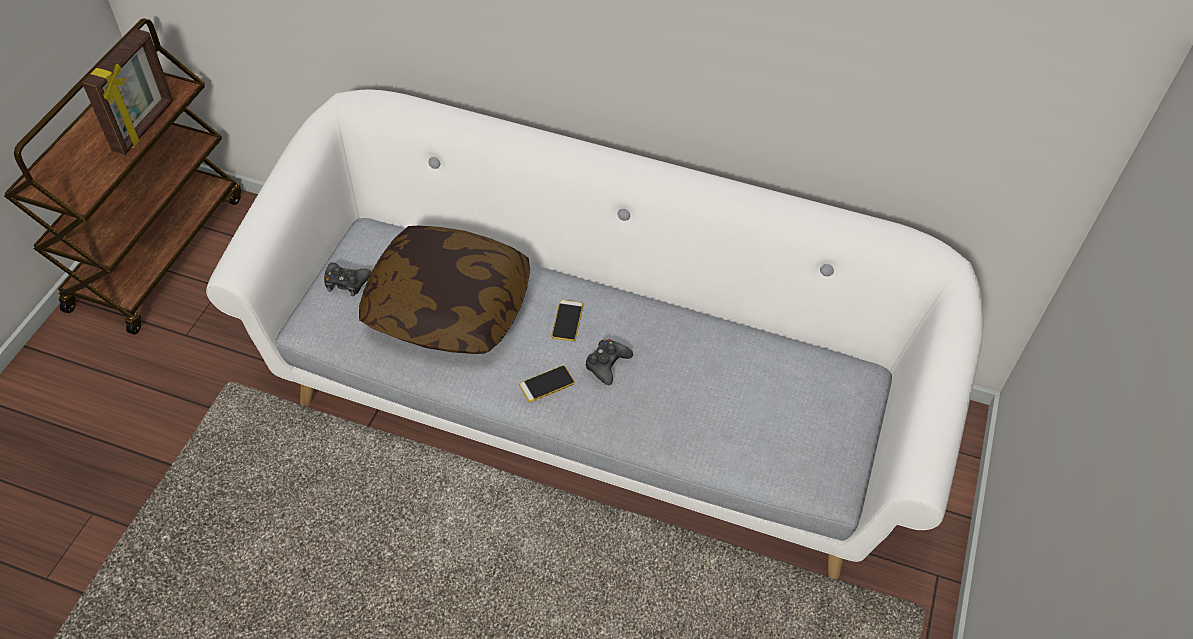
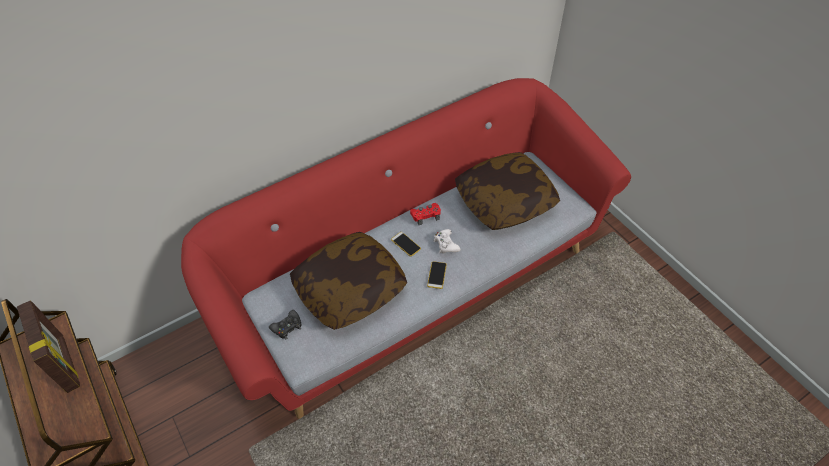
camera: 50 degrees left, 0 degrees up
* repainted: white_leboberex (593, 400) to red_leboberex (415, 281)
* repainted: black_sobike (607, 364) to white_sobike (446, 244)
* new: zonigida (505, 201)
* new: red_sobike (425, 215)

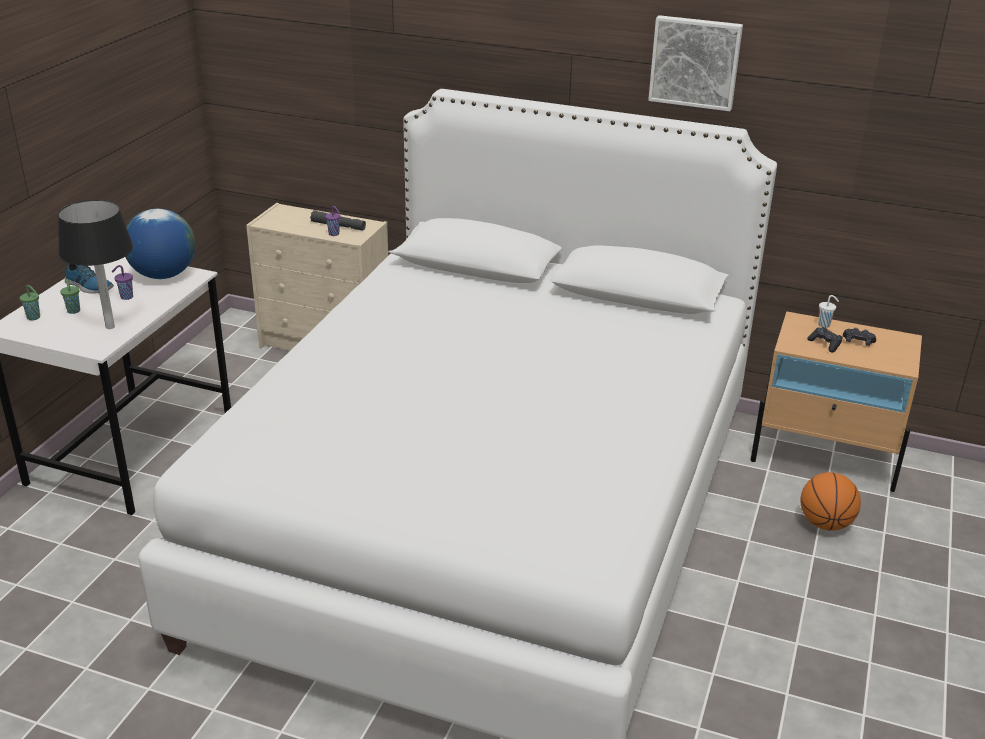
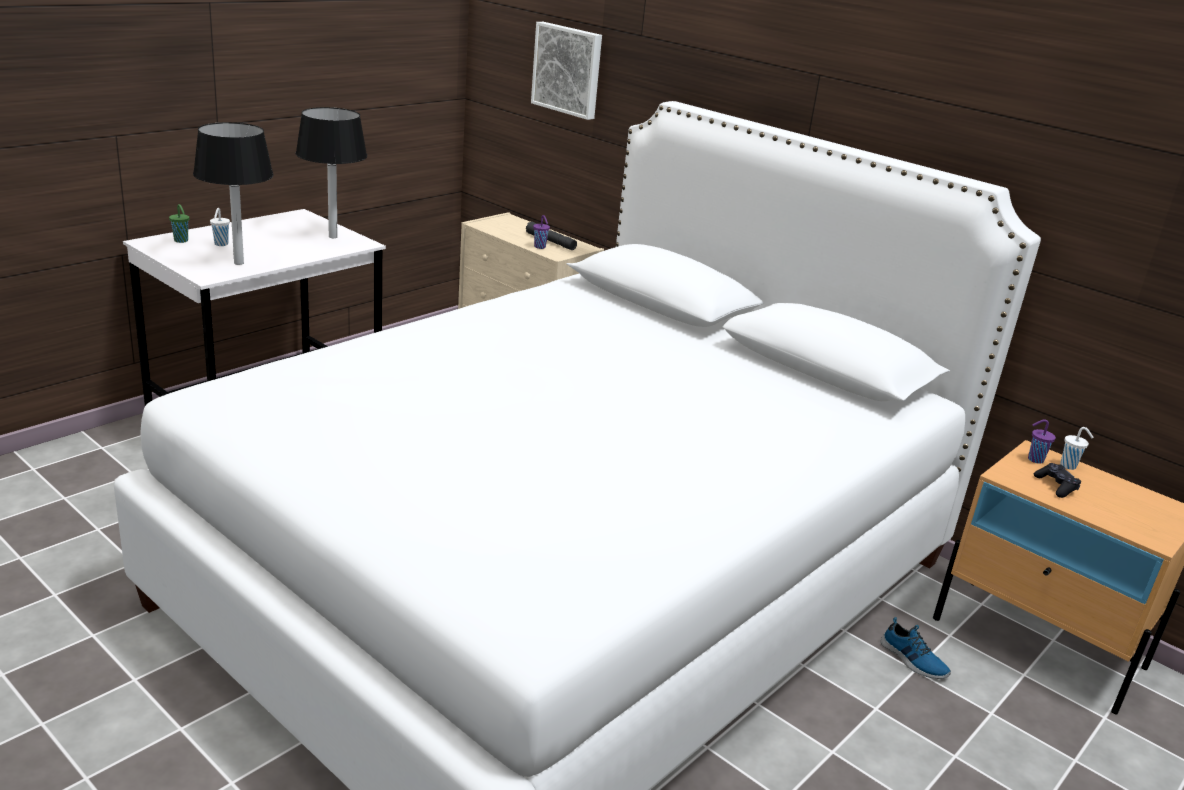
camera: 20 degrees right, 5 degrees down
* shifted: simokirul (695, 62) to (568, 70)
* swapped: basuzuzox (163, 275) to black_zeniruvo (332, 237)
* shifted: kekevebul (88, 286) to (913, 660)
* shifted: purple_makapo (126, 297) to (1034, 459)
* repainted: green_makapo (73, 311) to white_makapo (221, 244)
* gone: black_sobike (858, 342)
* gone: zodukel (825, 523)

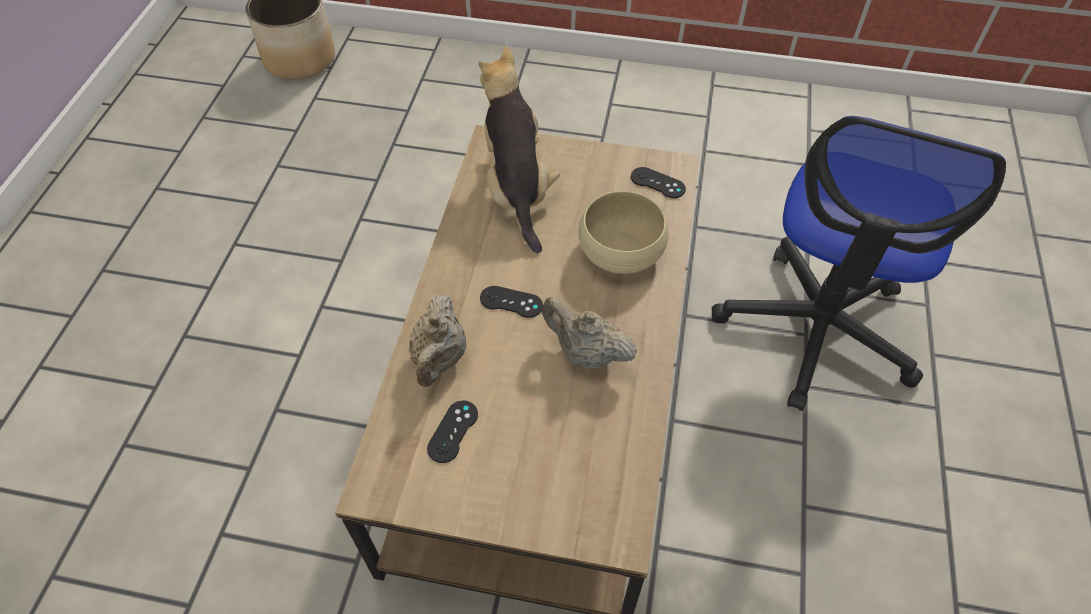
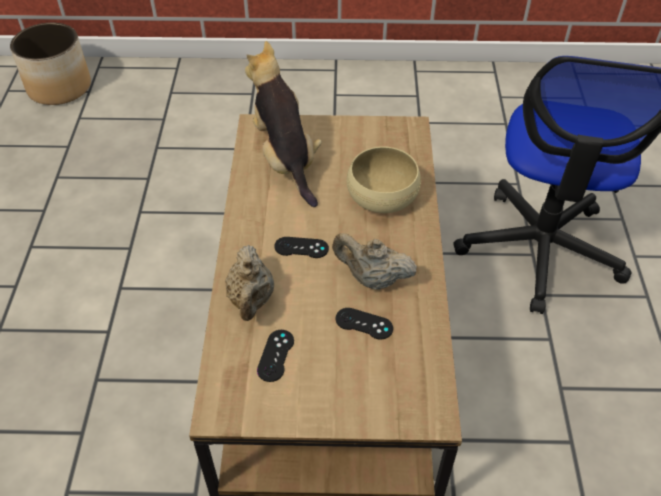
camera: 10 degrees left, 5 degrees down
* shifted: black_sobike (657, 183) to (364, 324)

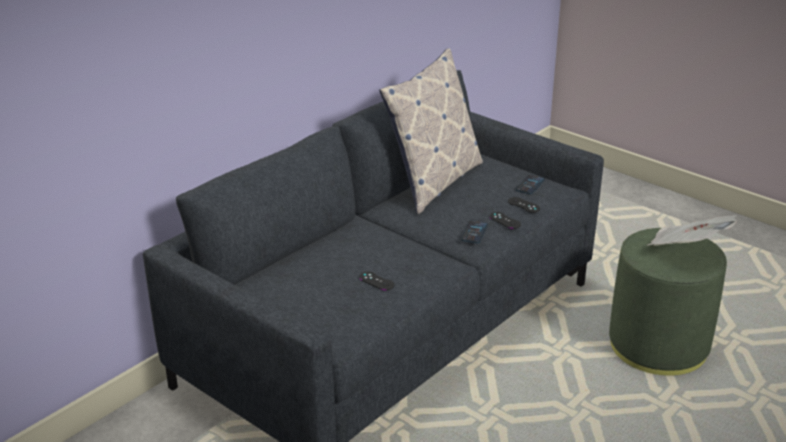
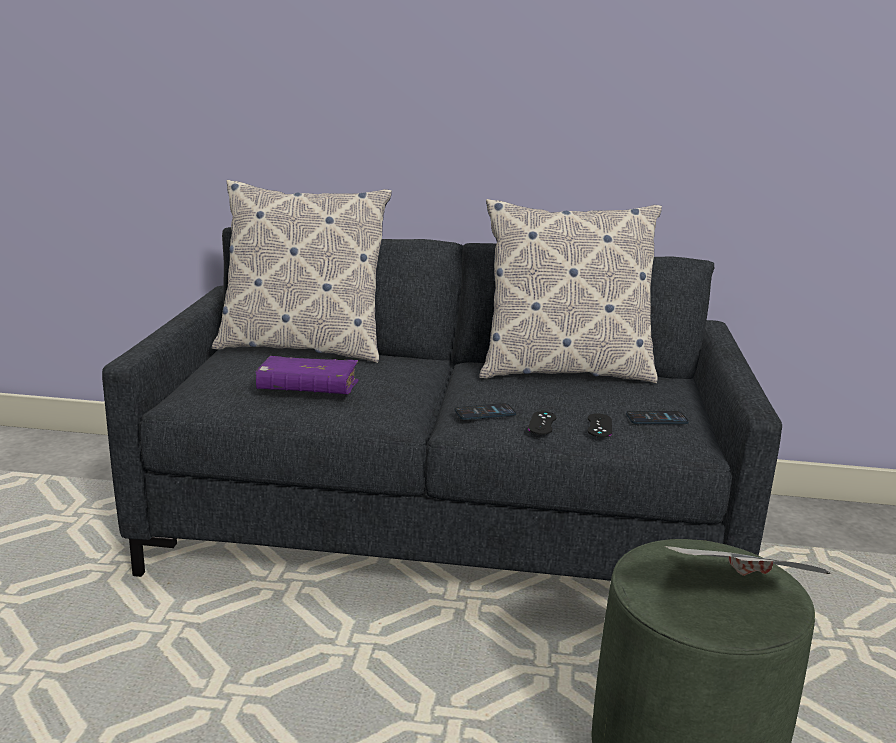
camera: 55 degrees right, 10 degrees down
* swapped: black_sobike (376, 281) to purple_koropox (307, 389)
* new: zonigida (302, 347)

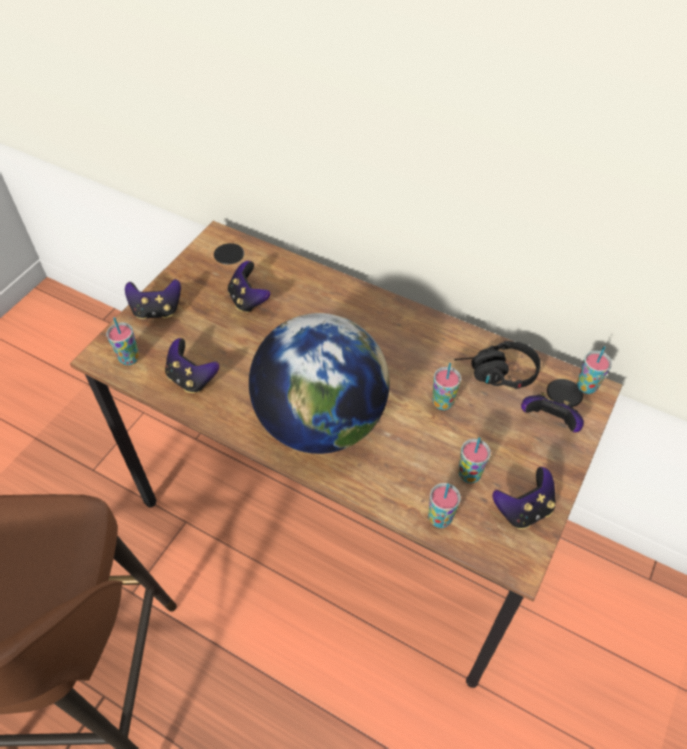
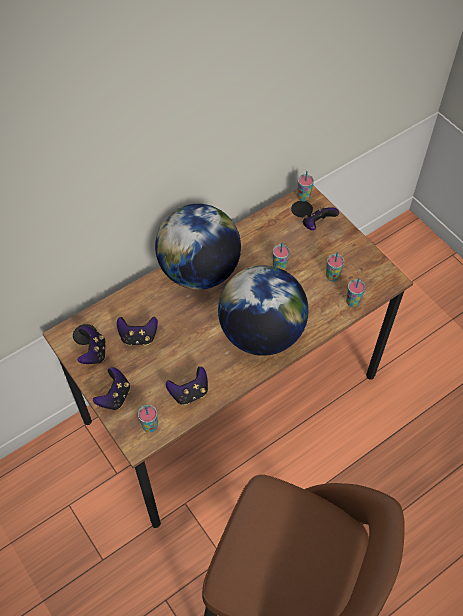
camera: 65 degrees left, 5 degrees up
* gone: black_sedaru (495, 374)
* shifted: sobike (523, 509) to (93, 353)
* new: basuzuzox (199, 271)

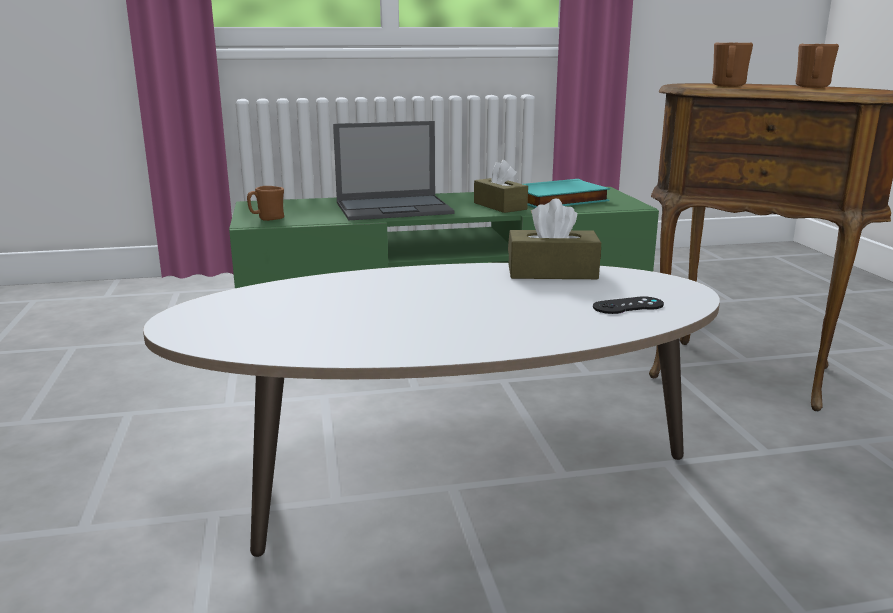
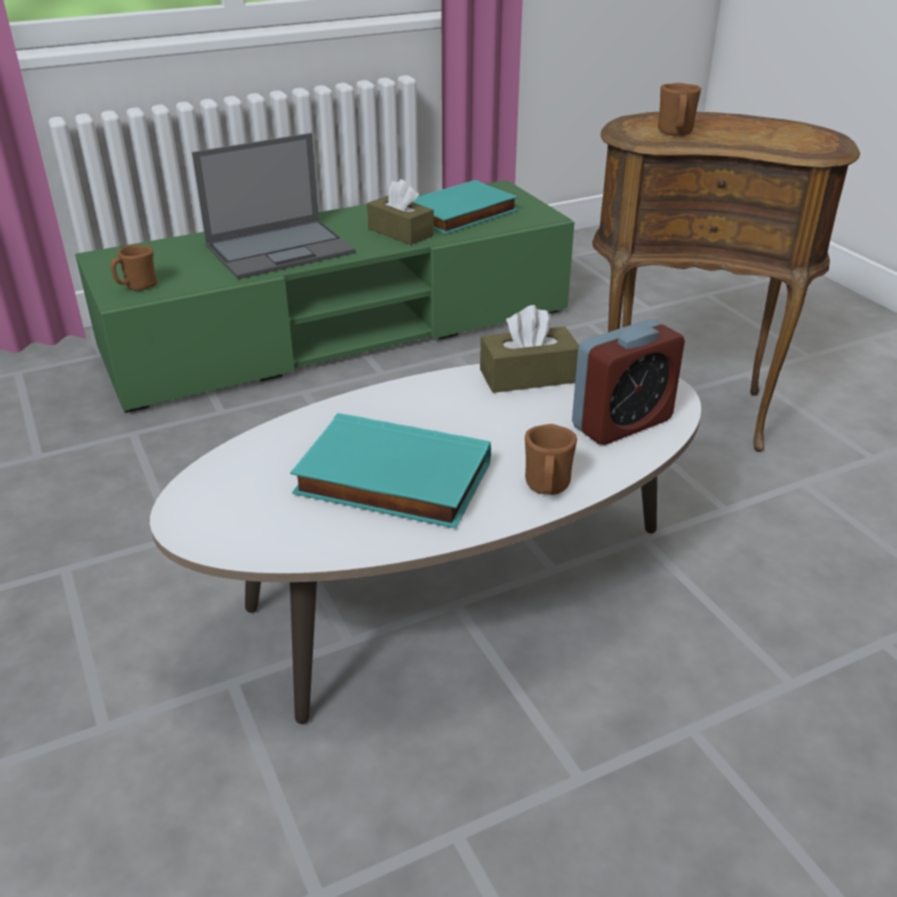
camera: 15 degrees left, 15 degrees up
* shifted: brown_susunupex (812, 87) to (547, 488)
* swapped: black_sobike (628, 306) to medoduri (622, 423)
* new: turquoise_koropox (390, 481)

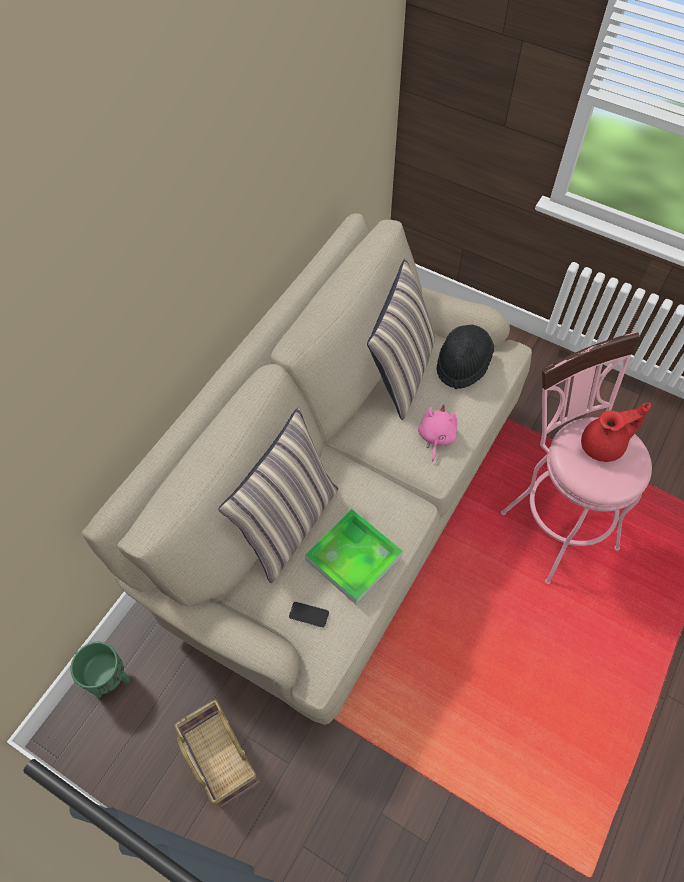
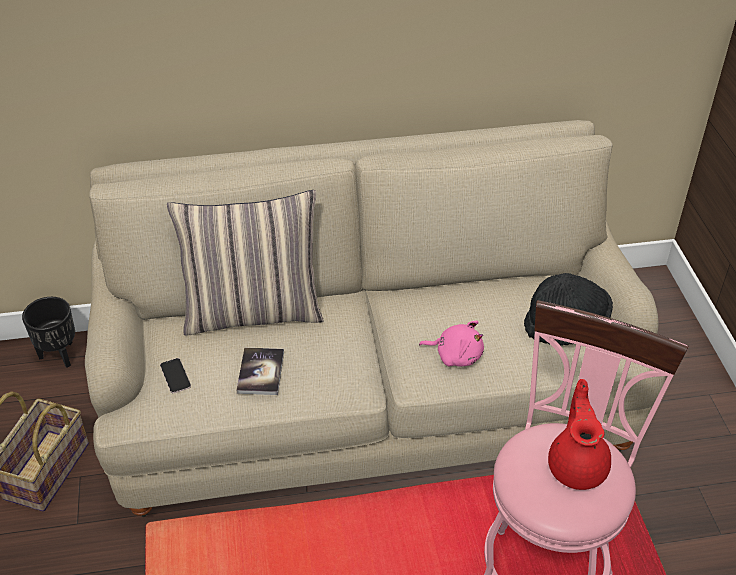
camera: 50 degrees right, 15 degrees down
* gone: zonigida (400, 372)
* rotated: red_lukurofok (604, 446) = (577, 465) 120 degrees counterclockwise
* rotated: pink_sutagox (436, 437) = (456, 355) 45 degrees clockwise
* swapped: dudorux (353, 558) to koropox (260, 372)
* repainted: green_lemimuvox (110, 679) to black_lemimuvox (60, 355)

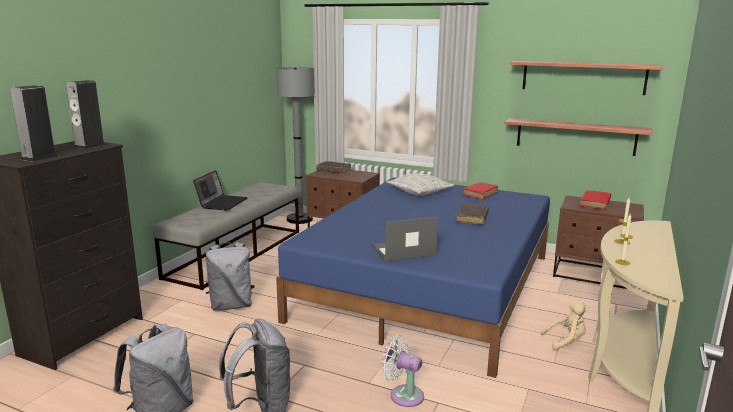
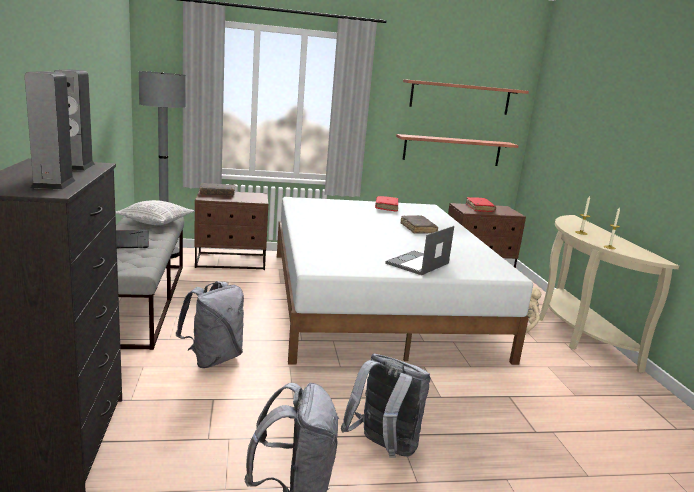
camera: 35 degrees left, 0 degrees up
* shifted: zonigida (420, 192) to (156, 221)
* repainted: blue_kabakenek (429, 286) to white_kabakenek (376, 300)
* gone: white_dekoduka (403, 395)

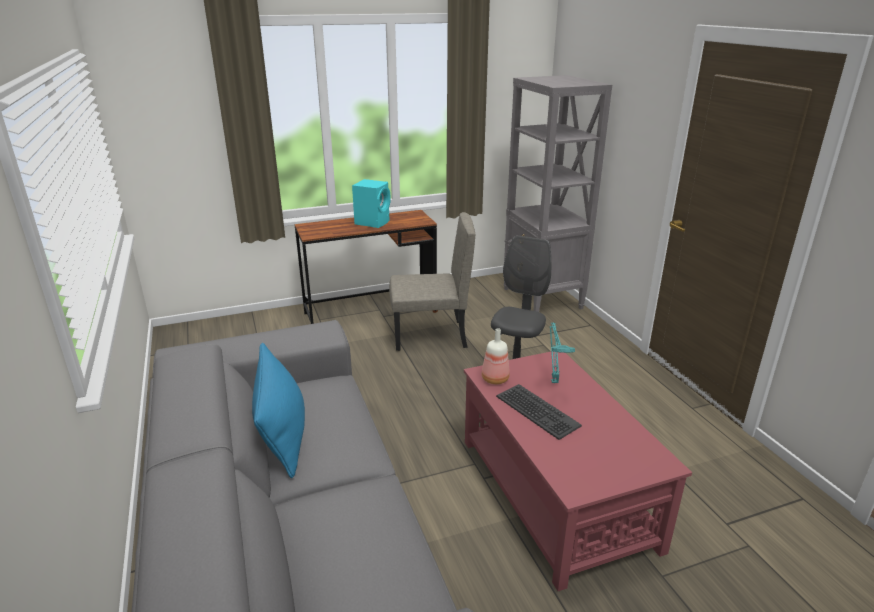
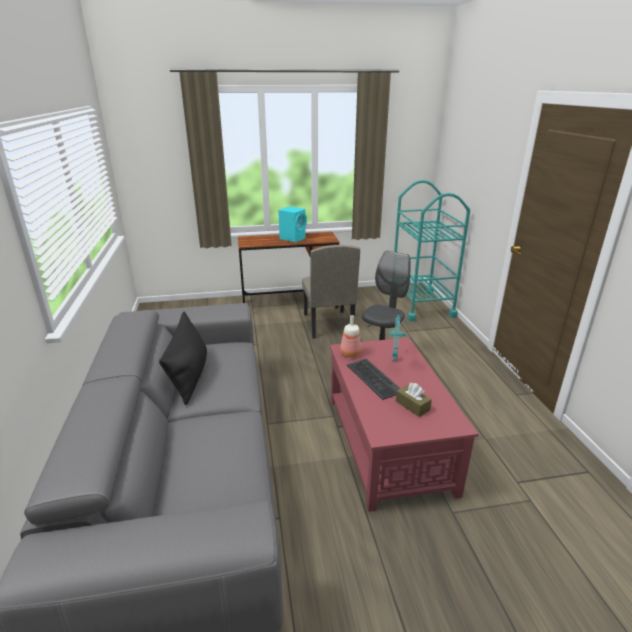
camera: 10 degrees right, 0 degrees up
* swapped: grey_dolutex (542, 299) to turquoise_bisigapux (421, 305)
* rotated: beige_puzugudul (429, 335) = (327, 324) 75 degrees clockwise
* repainted: blue_zonigida (282, 433) to black_zonigida (189, 375)
* new: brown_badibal (412, 406)

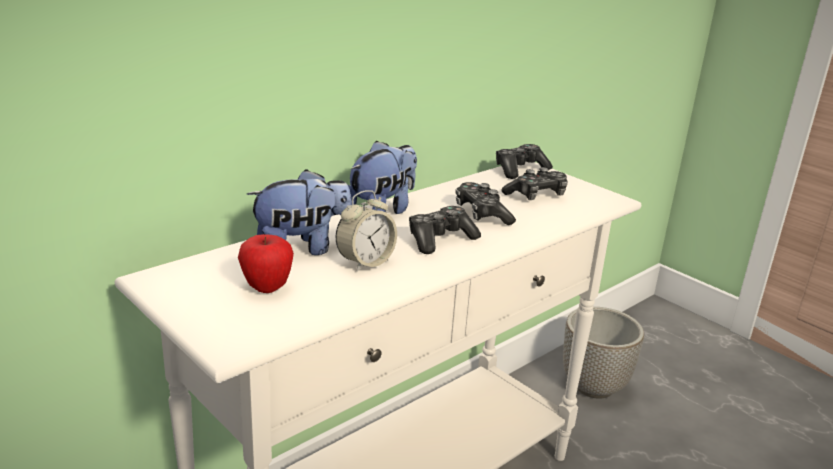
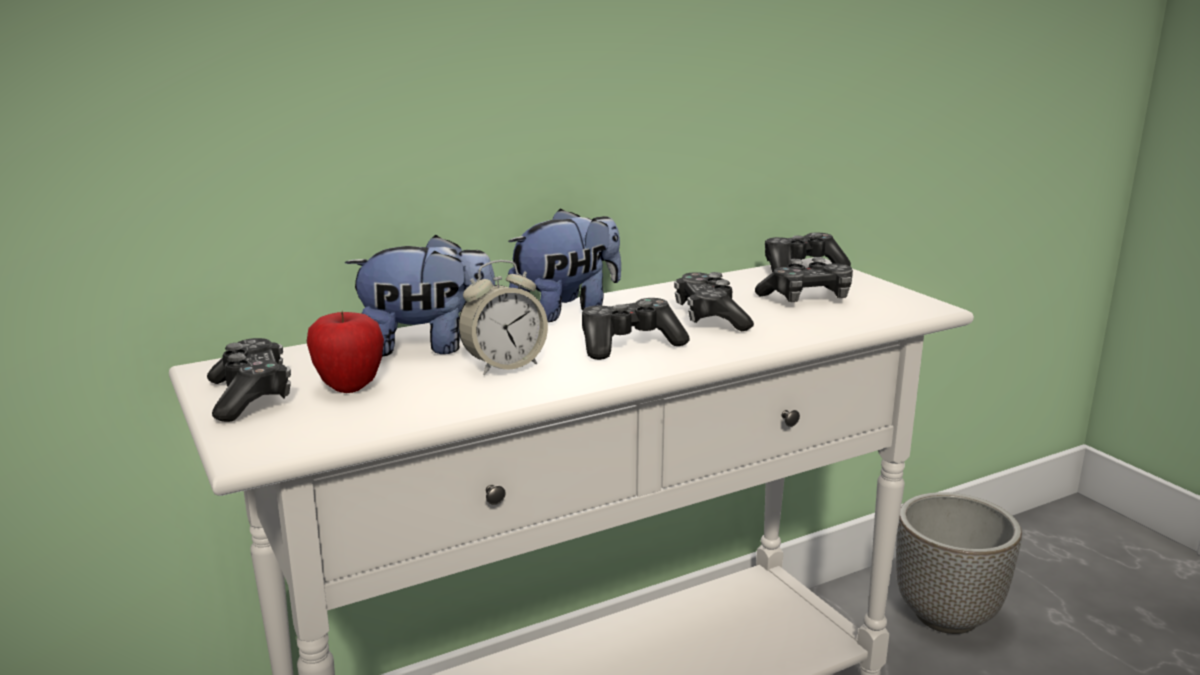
camera: 15 degrees right, 5 degrees down
* new: sobike (251, 396)

